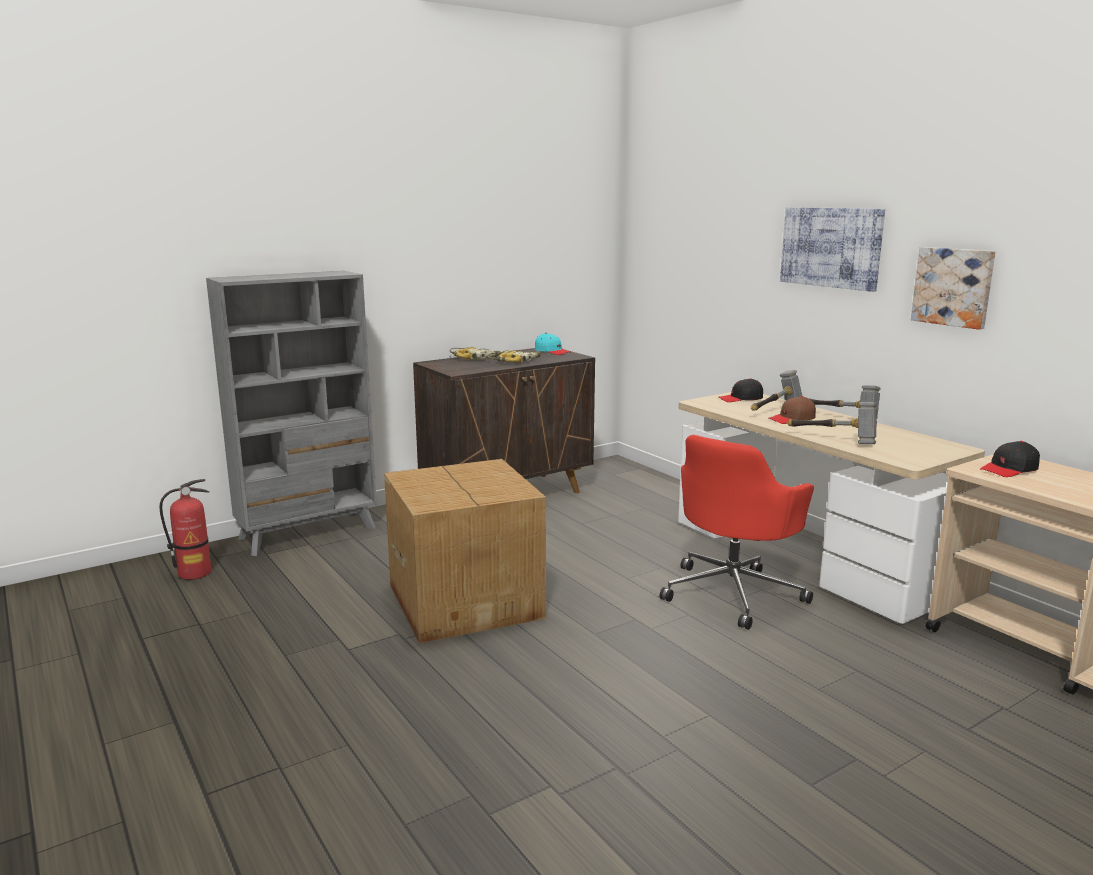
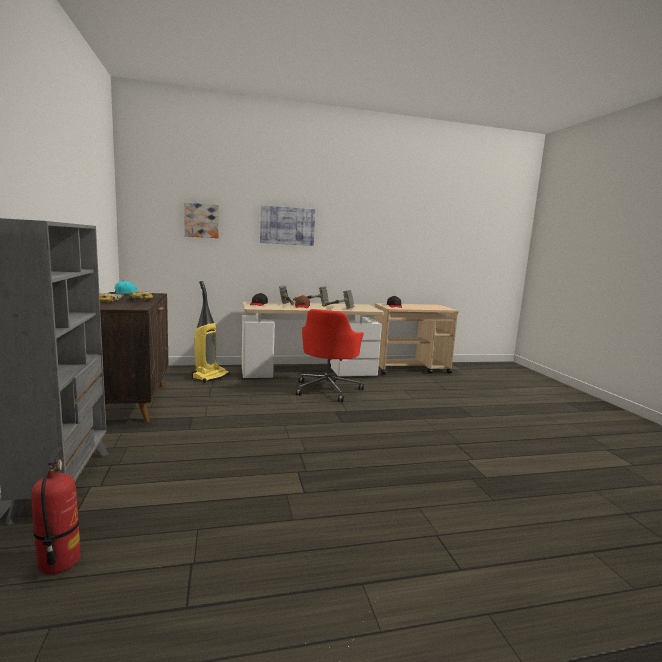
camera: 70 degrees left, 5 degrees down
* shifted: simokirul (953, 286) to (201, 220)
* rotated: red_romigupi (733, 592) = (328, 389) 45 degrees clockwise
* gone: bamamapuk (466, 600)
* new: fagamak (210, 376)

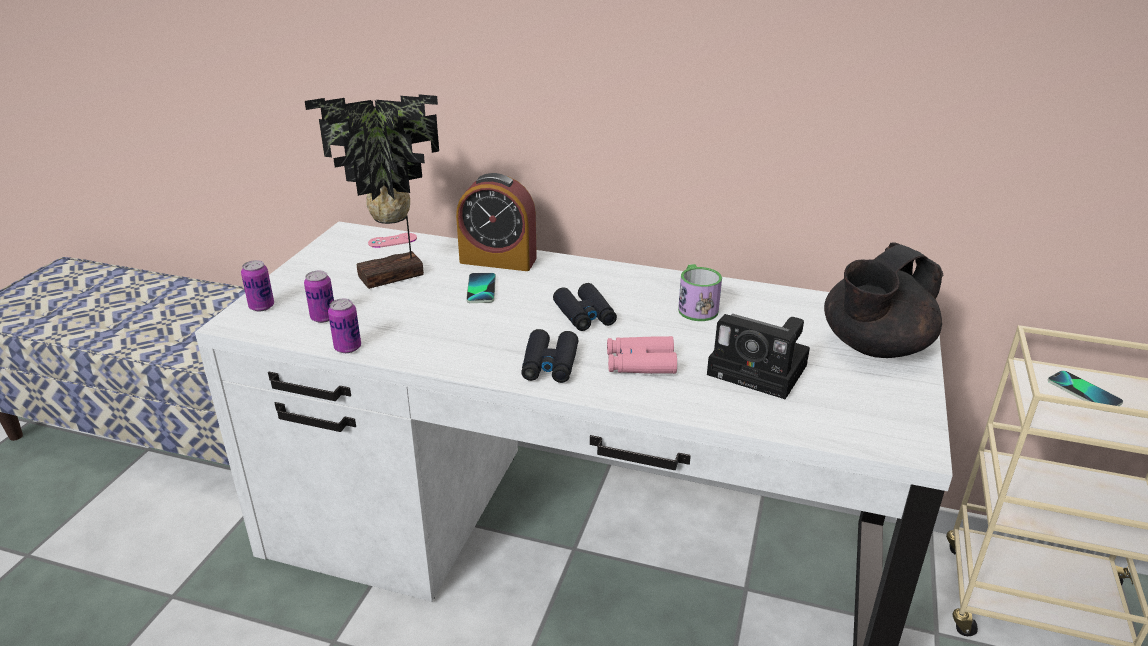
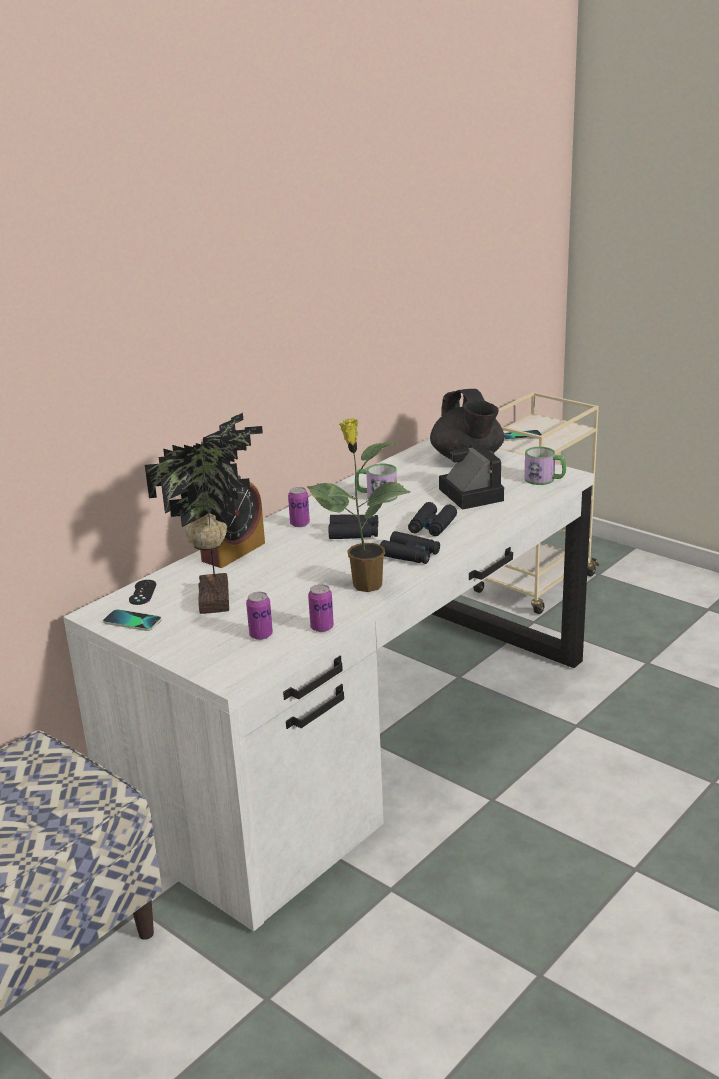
camera: 65 degrees left, 5 degrees down
* repainted: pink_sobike (392, 240) to black_sobike (142, 592)
* shifted: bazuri (261, 306) to (300, 524)
* shifted: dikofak (481, 289) to (132, 621)
* rotated: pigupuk (761, 371) = (469, 494) 75 degrees counterclockwise
* repainted: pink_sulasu (640, 363) to black_sulasu (432, 526)
* new: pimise (365, 585)
* new: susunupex (545, 480)

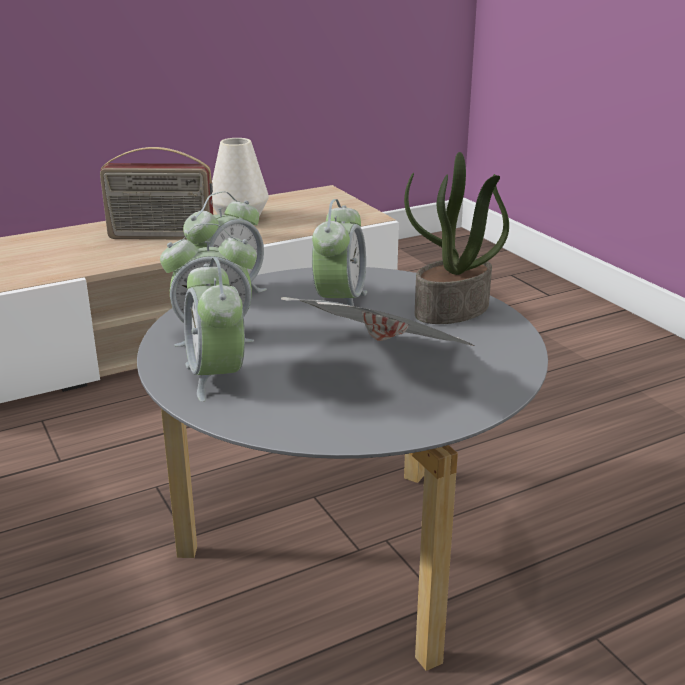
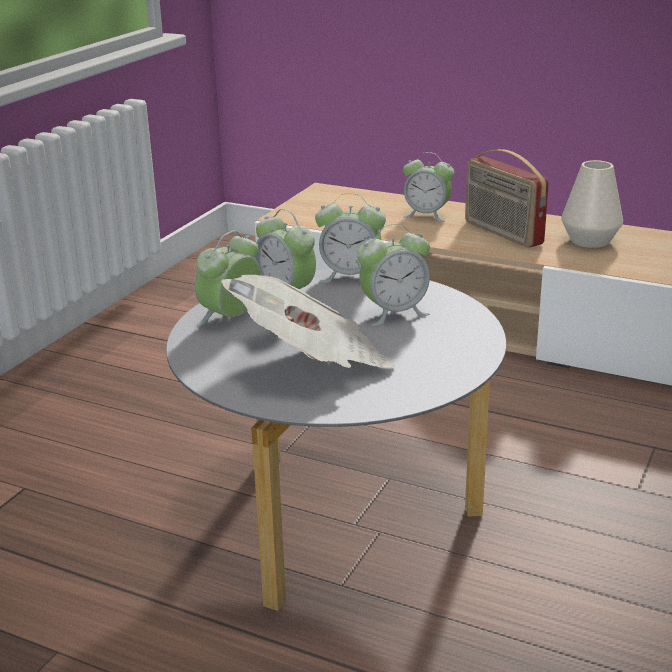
camera: 55 degrees right, 0 degrees up
* gone: pimise (452, 311)
* new: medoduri (427, 215)

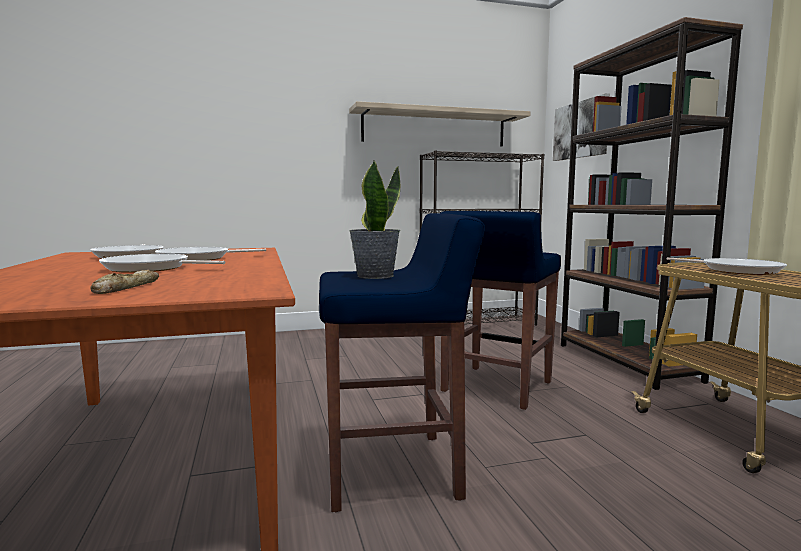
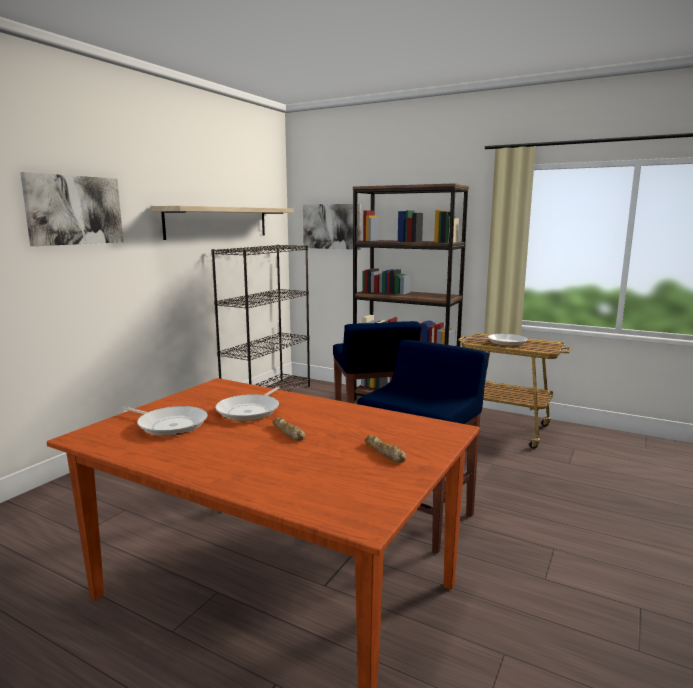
camera: 45 degrees left, 5 degrees up
* gone: pimise (374, 276)
* swapped: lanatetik (151, 268) to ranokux (288, 432)
* new: simokirul (74, 210)

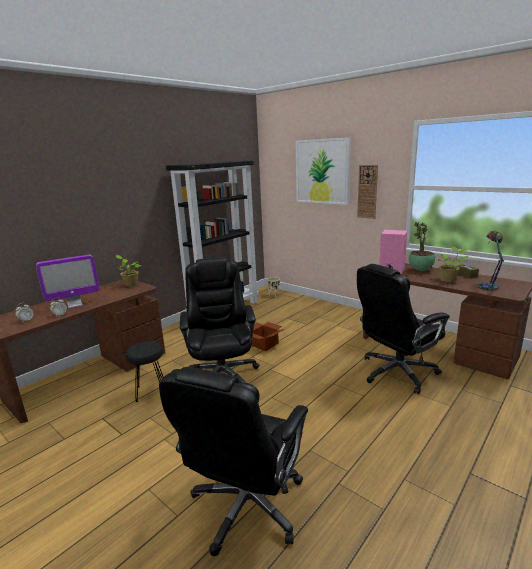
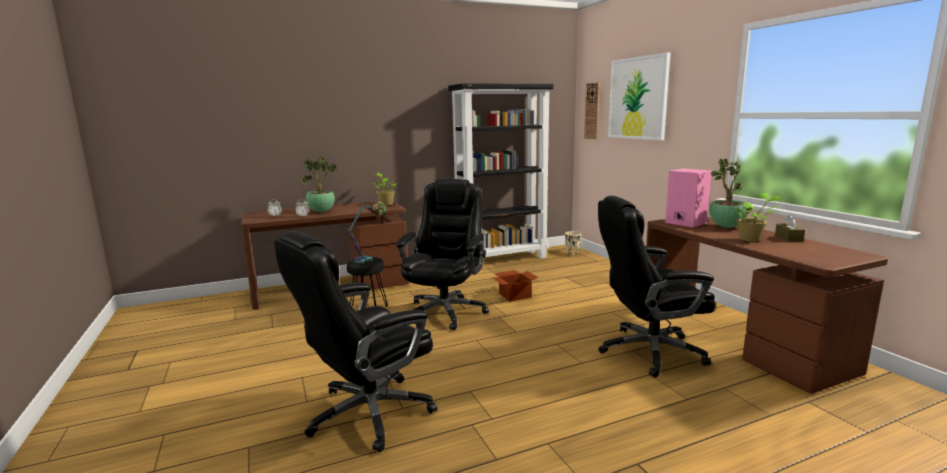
camera: 25 degrees right, 5 degrees down
* shifted: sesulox (367, 191) to (592, 111)
* shifted: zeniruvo (488, 285) to (369, 259)
* swapped: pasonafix (75, 304) to pimise (322, 211)

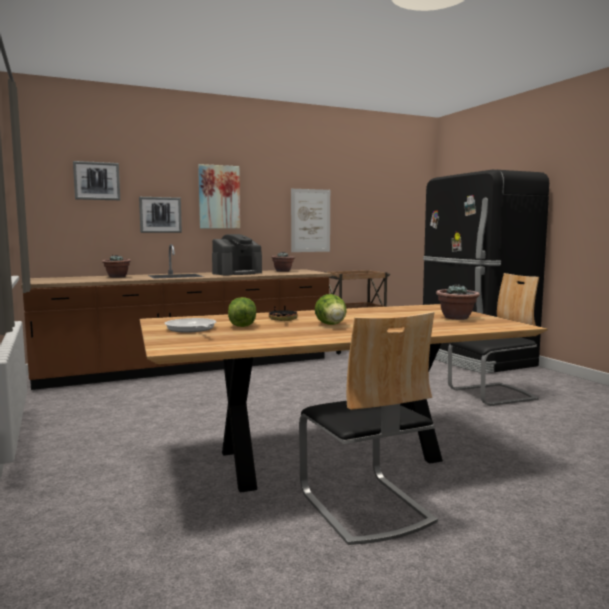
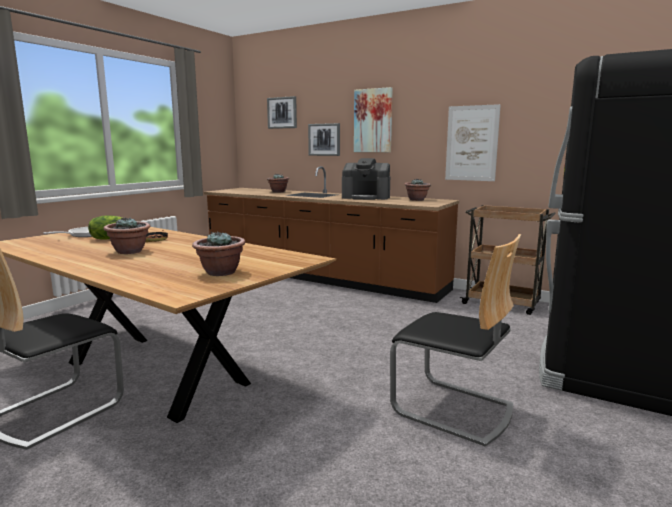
camera: 55 degrees right, 5 degrees up
* swapped: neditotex (332, 325) to pimise (129, 251)

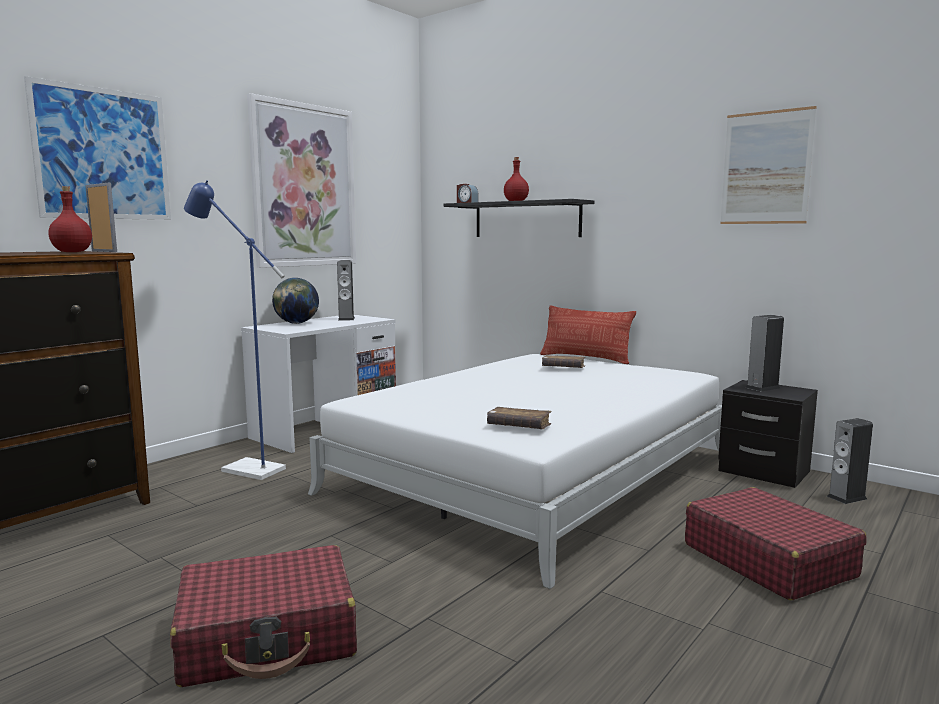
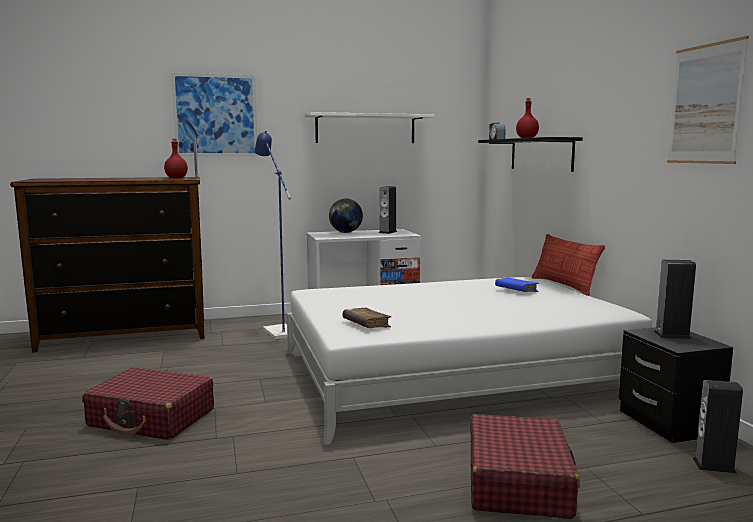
camera: 35 degrees right, 0 degrees up
* swapped: simokirul (304, 186) to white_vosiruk (365, 129)
* repainted: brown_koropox (563, 368) to blue_koropox (516, 290)

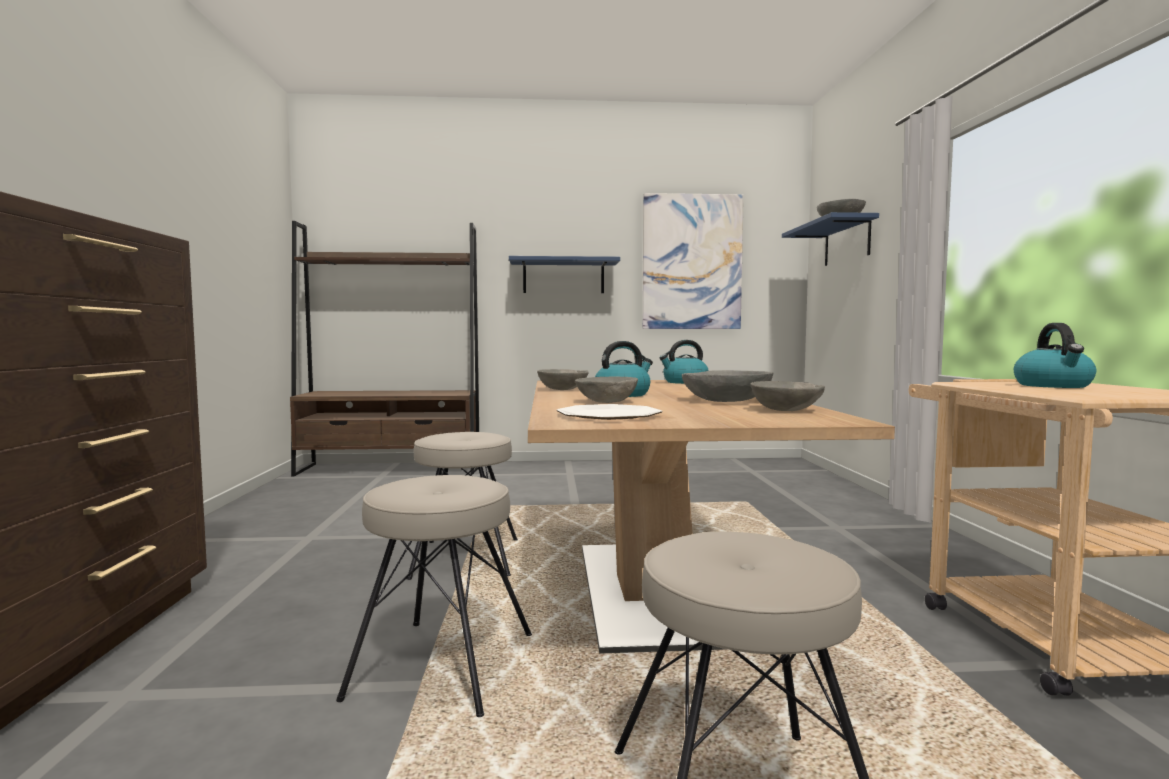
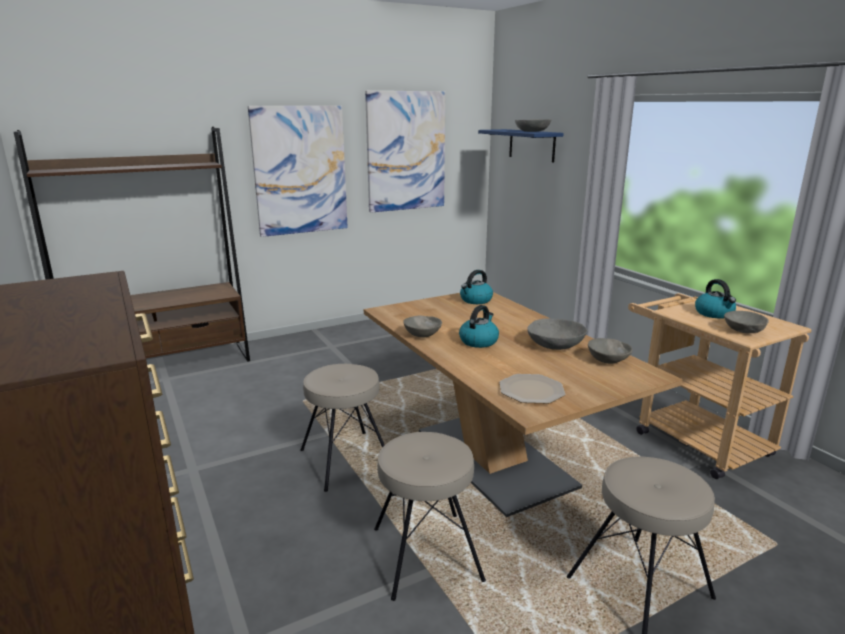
camera: 25 degrees left, 15 degrees up
* swapped: blue_vosiruk (563, 277) to simokirul (300, 170)
* shifted: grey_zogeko (607, 402) to (743, 331)

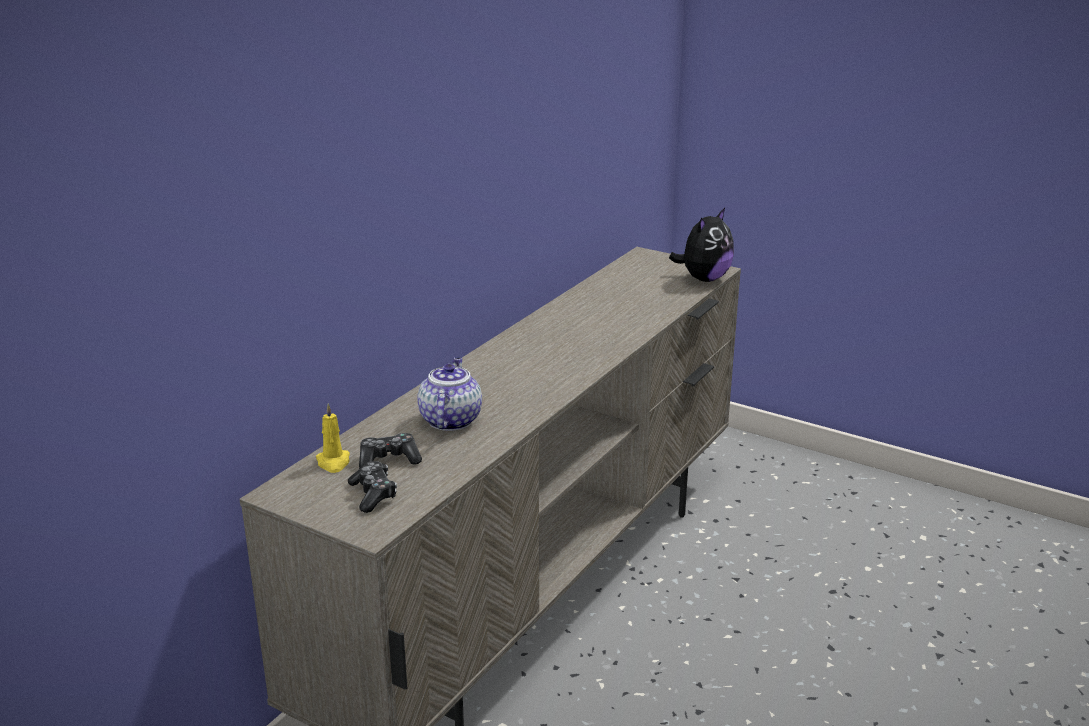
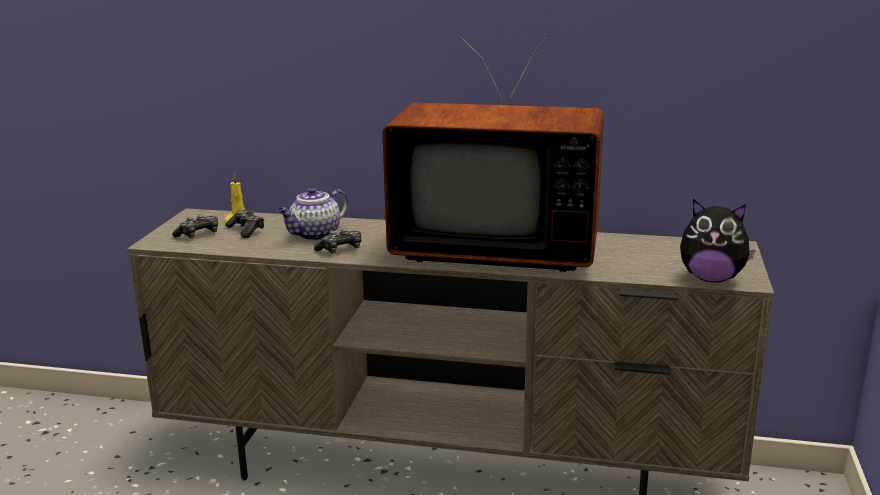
camera: 70 degrees right, 5 degrees down
* rotated: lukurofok (450, 420) = (315, 235) 150 degrees clockwise
* new: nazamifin (495, 248)
* new: sobike (340, 250)

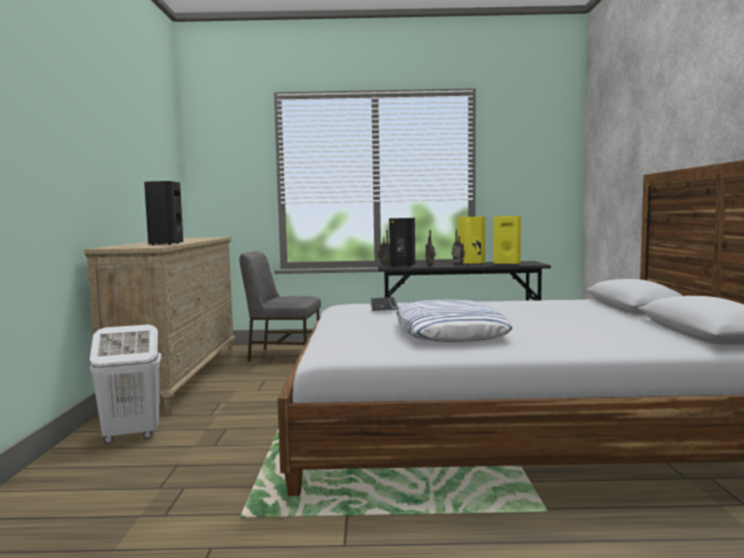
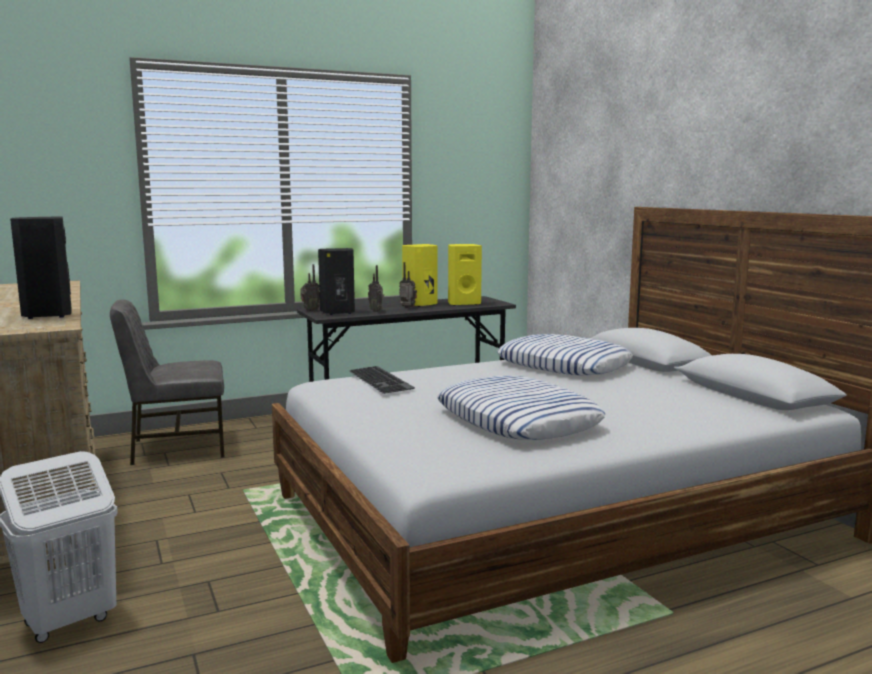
camera: 25 degrees left, 5 degrees up
* new: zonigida (564, 365)

